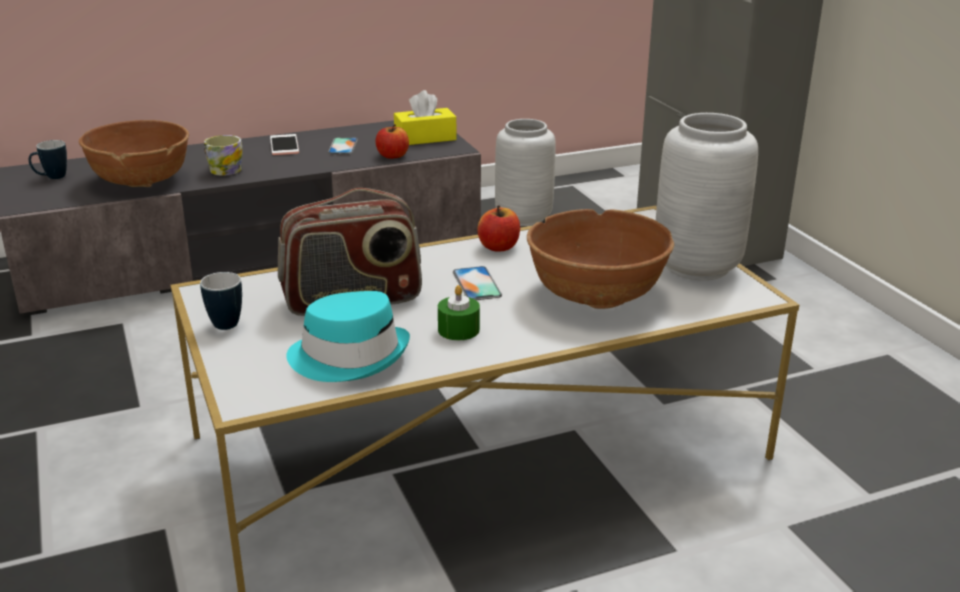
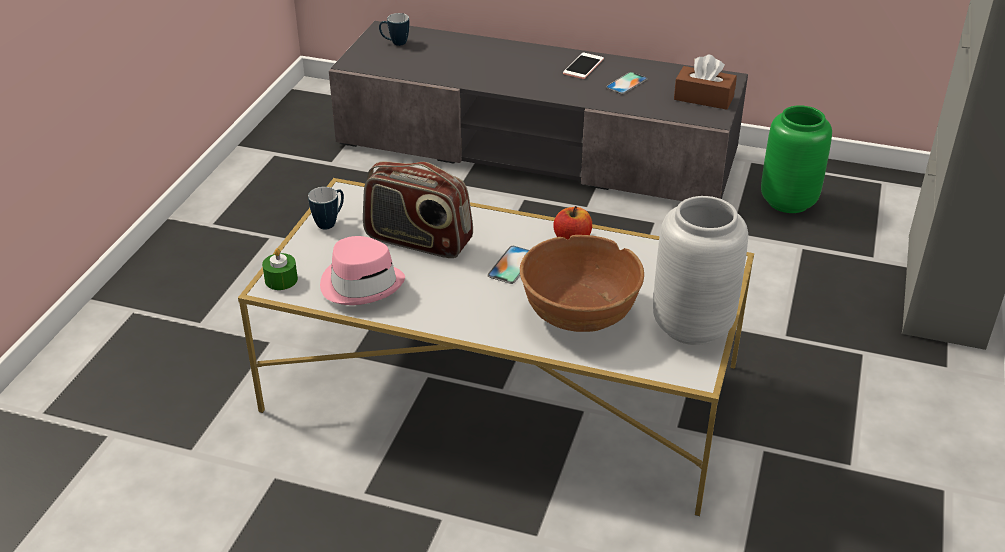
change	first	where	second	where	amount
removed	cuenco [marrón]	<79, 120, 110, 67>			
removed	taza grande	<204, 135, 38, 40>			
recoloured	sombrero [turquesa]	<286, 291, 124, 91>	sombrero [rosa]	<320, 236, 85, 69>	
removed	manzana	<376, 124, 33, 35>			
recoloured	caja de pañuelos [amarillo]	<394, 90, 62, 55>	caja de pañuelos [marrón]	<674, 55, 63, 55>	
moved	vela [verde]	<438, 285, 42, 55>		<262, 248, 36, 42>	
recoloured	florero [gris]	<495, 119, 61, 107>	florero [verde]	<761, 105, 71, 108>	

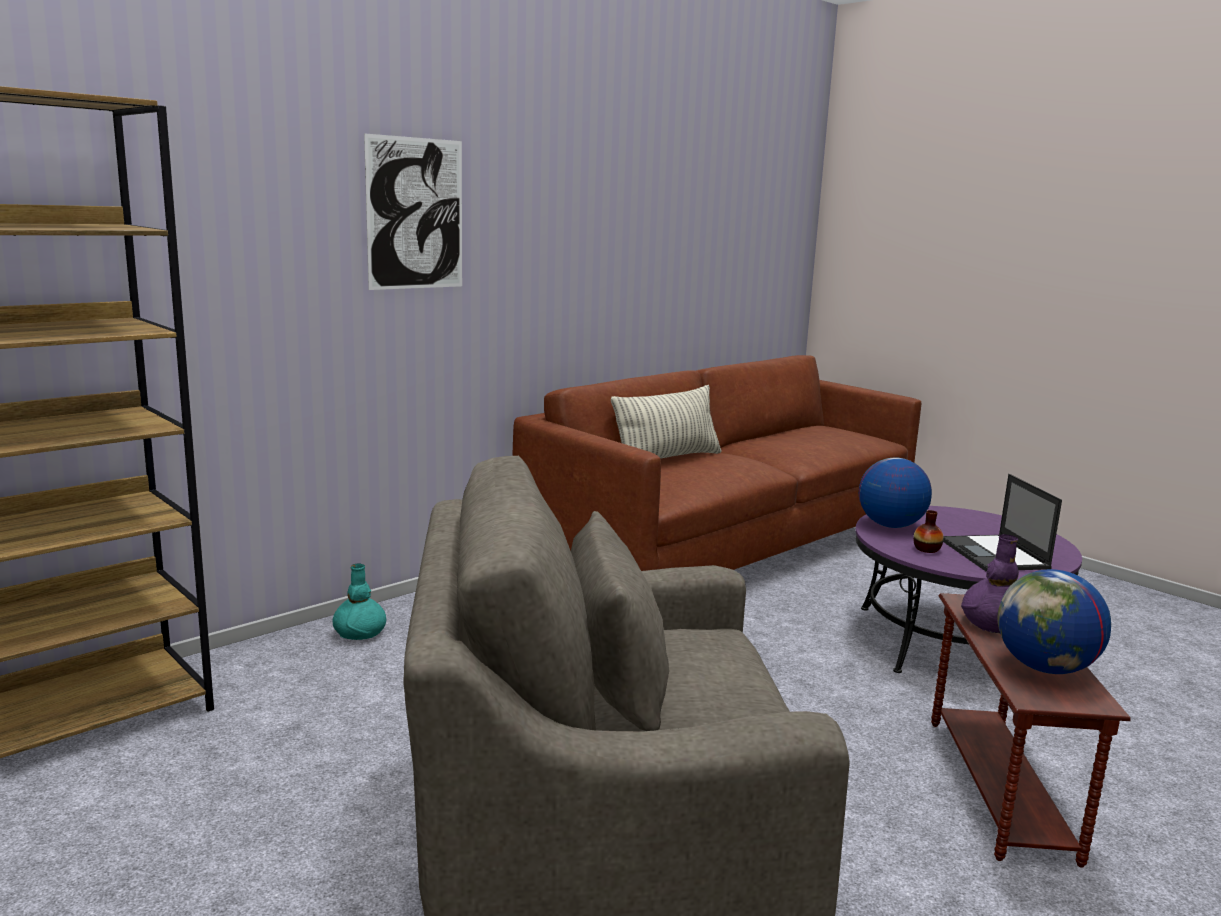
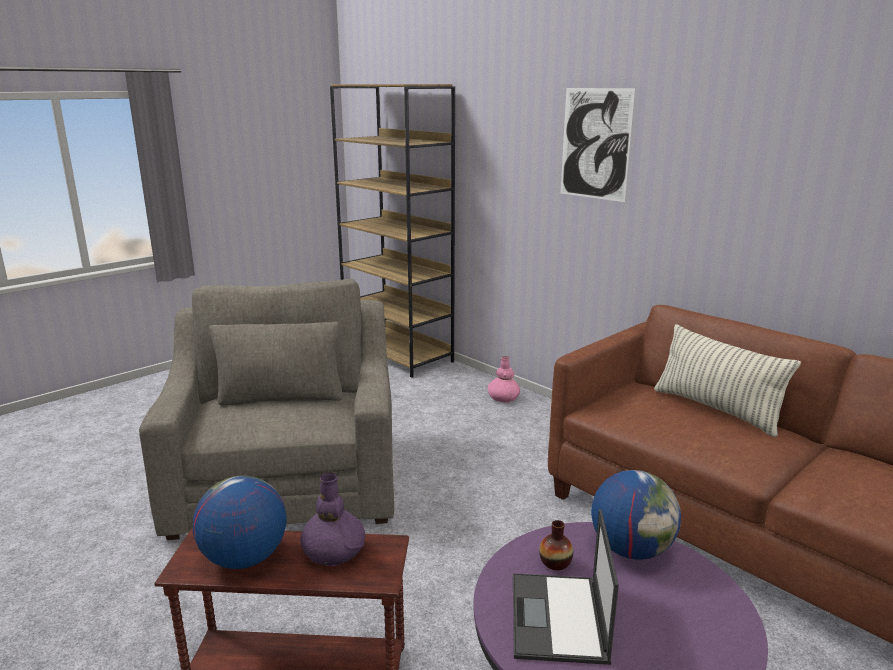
change	first	where	second	where	amount
recoloured	florero [turquesa]	<333, 563, 53, 77>	florero [rosa]	<488, 356, 32, 47>	
turned	portátil	<943, 474, 119, 97>		<513, 509, 106, 156>	75 degrees counterclockwise

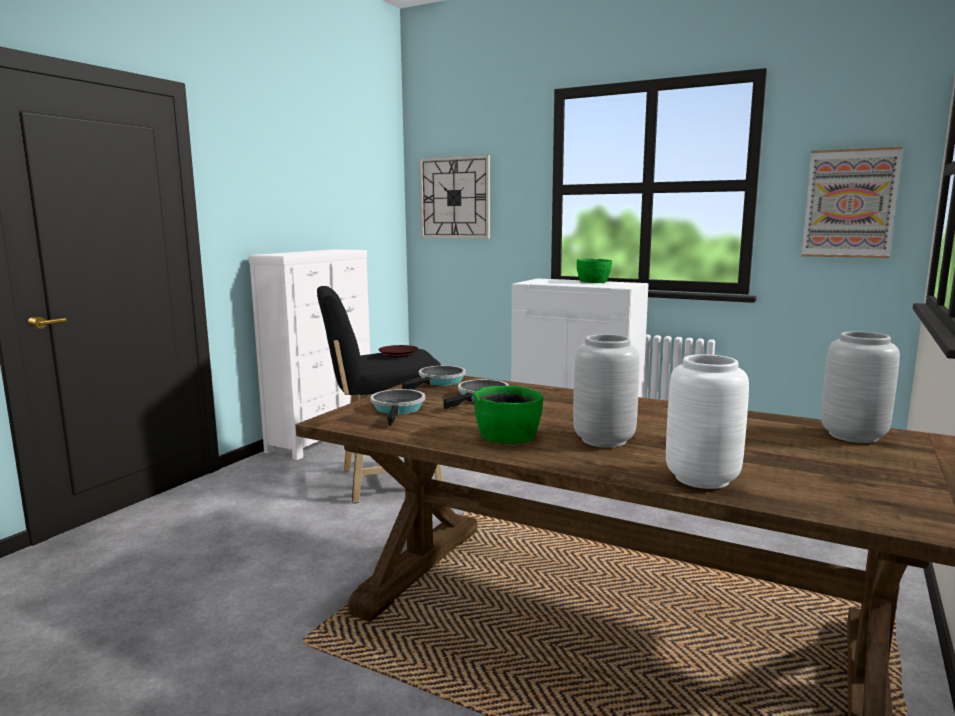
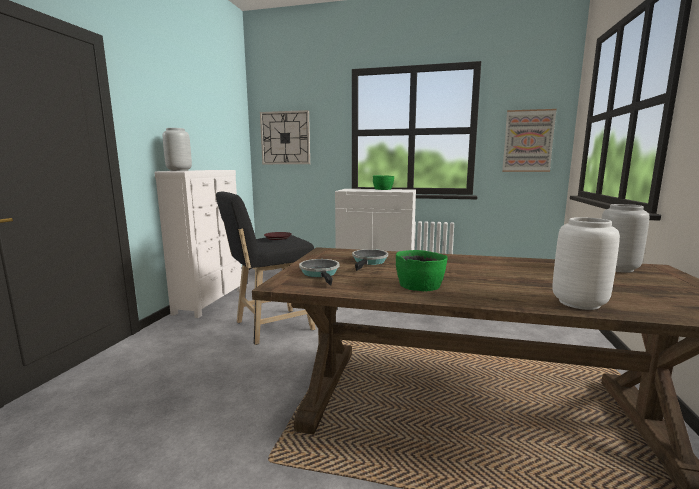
change	first	where	second	where	amount
removed	sartén	<402, 366, 64, 23>			
moved	florero [gris]	<573, 334, 66, 114>		<163, 128, 29, 43>	

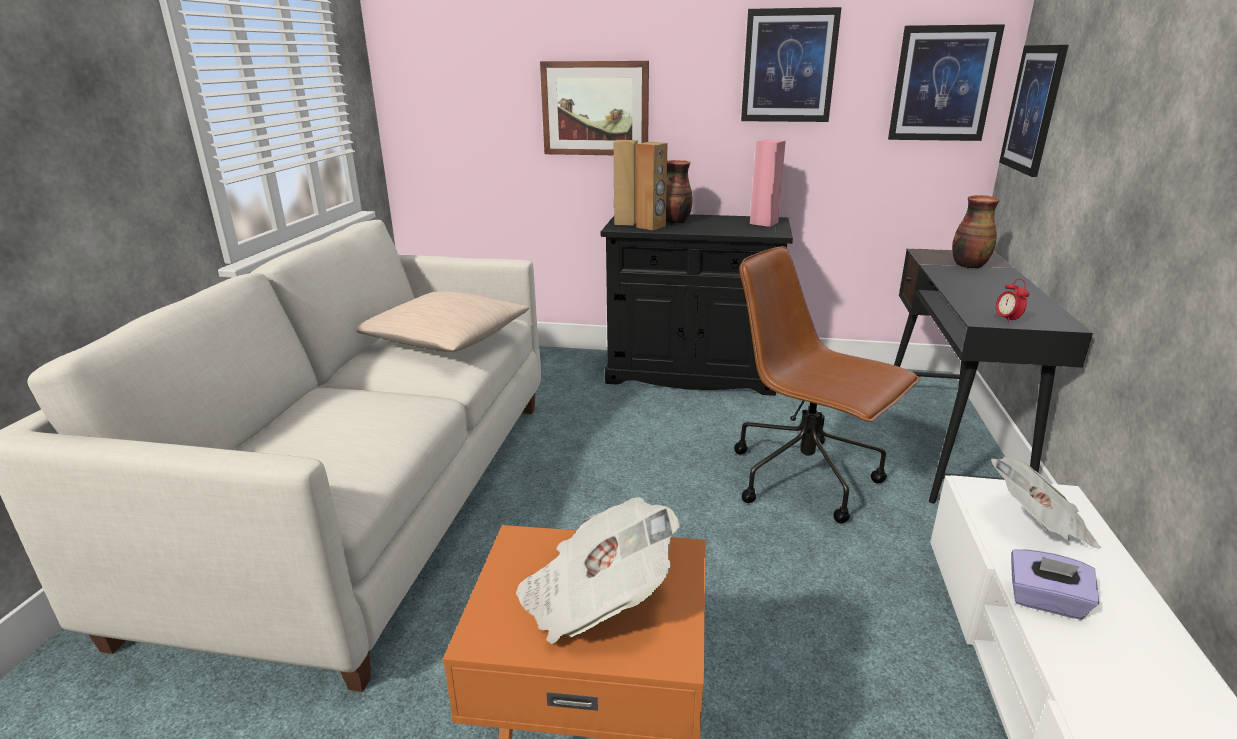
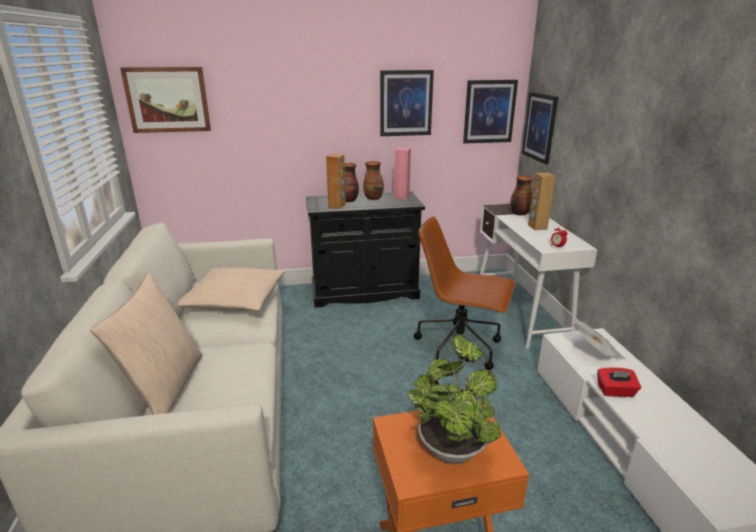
change	first	where	second	where	amount
replaced	periódico	<516, 497, 164, 147>	planta en maceta	<408, 334, 94, 130>	
moved	cuadro	<540, 61, 109, 94>		<120, 67, 91, 66>	
moved	altavoz [marrón]	<614, 140, 24, 85>		<528, 172, 27, 58>	
recoloured	escritorio [negro]	<894, 248, 199, 255>	escritorio [blanco]	<480, 204, 117, 144>	
recoloured	caja de pañuelos [morado]	<1011, 549, 88, 70>	caja de pañuelos [rojo]	<597, 367, 44, 30>	
added			cojín [beis]	<90, 273, 113, 142>	
added			florero	<363, 161, 21, 39>	

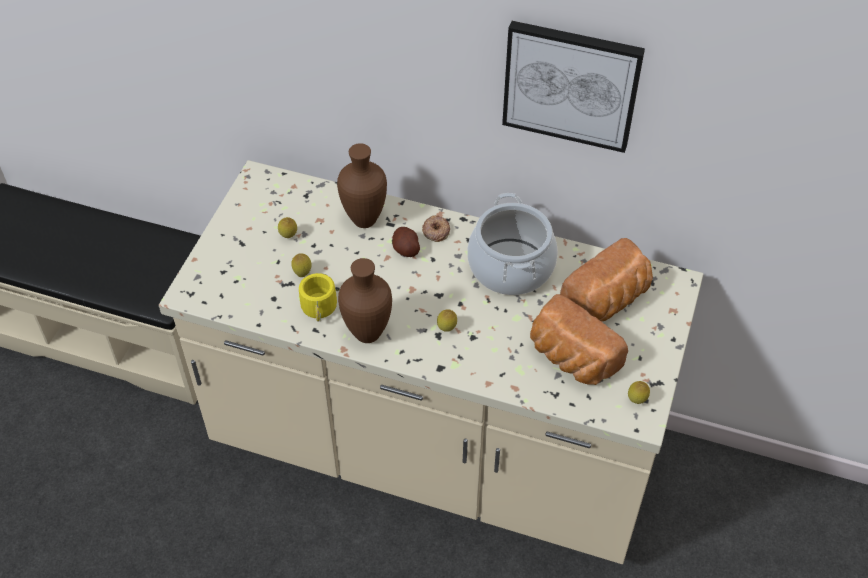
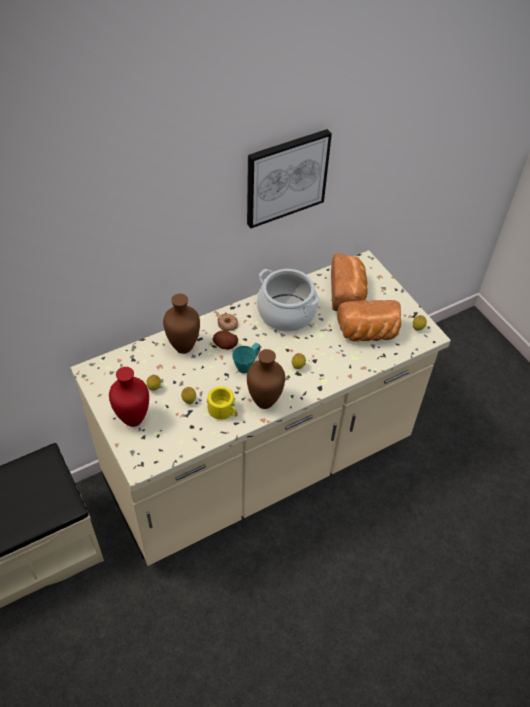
change	first	where	second	where	amount
added			florero [rojo]	<109, 367, 40, 60>	
added			taza grande [turquesa]	<232, 343, 29, 30>	

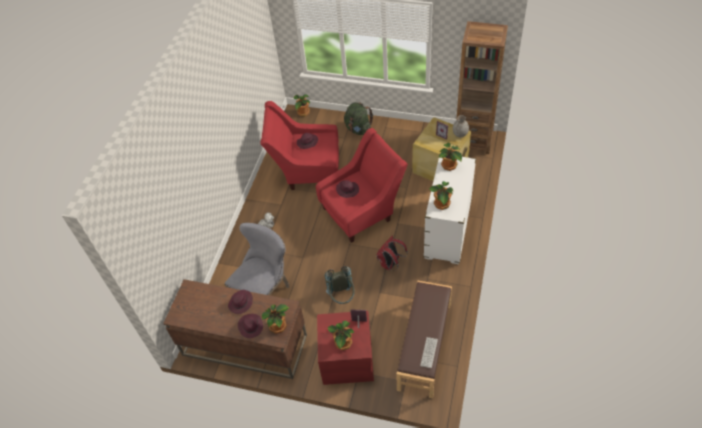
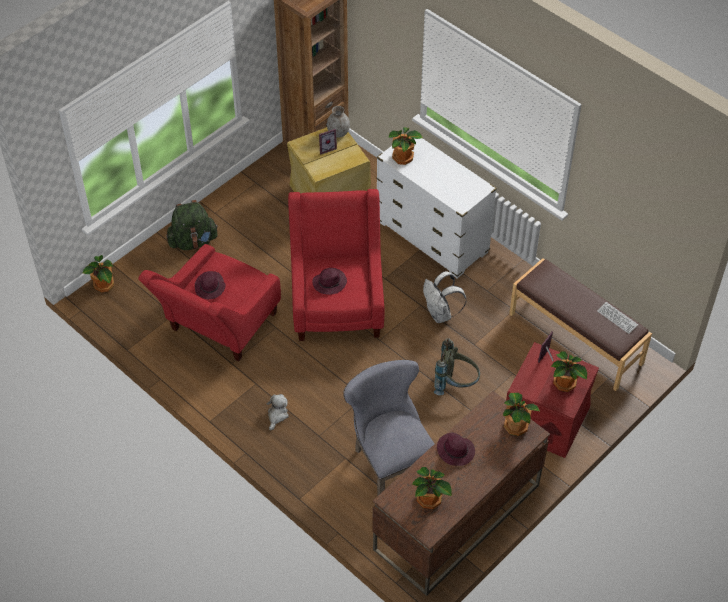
change	first	where	second	where	amount
removed	sombrero [morado]	<238, 314, 25, 24>			
recoloured	mochila [rojo]	<376, 236, 32, 35>	mochila [blanco]	<423, 271, 44, 52>	
moved	planta en maceta	<429, 181, 24, 29>		<412, 467, 40, 42>	

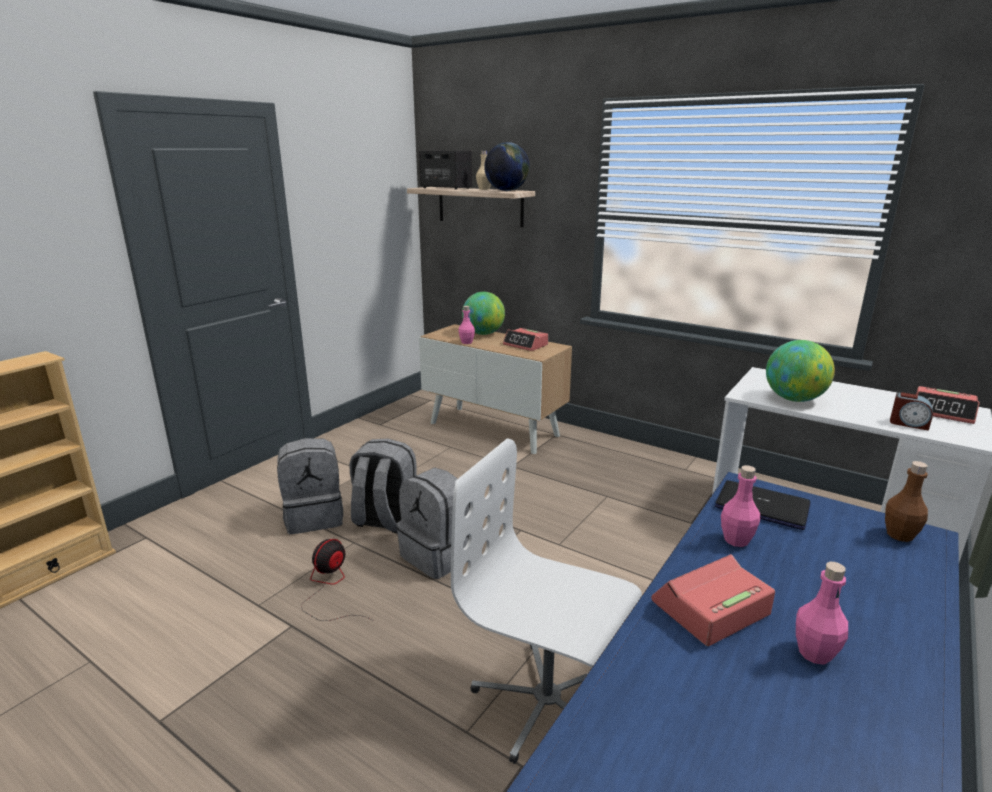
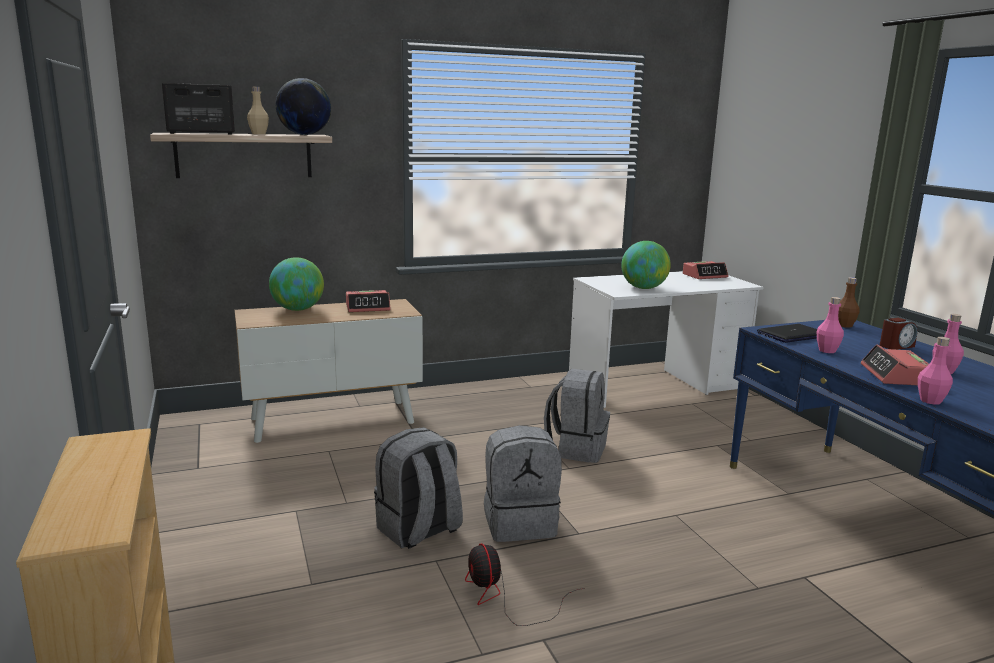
change	first	where	second	where	amount
moved	mochila [gris]	<277, 438, 66, 96>		<544, 369, 66, 94>	
removed	silla de oficina [blanco]	<451, 438, 191, 326>			
moved	botella [rosa]	<459, 306, 16, 38>		<918, 337, 35, 68>	
moved	despertador	<890, 392, 43, 39>		<880, 318, 38, 32>	

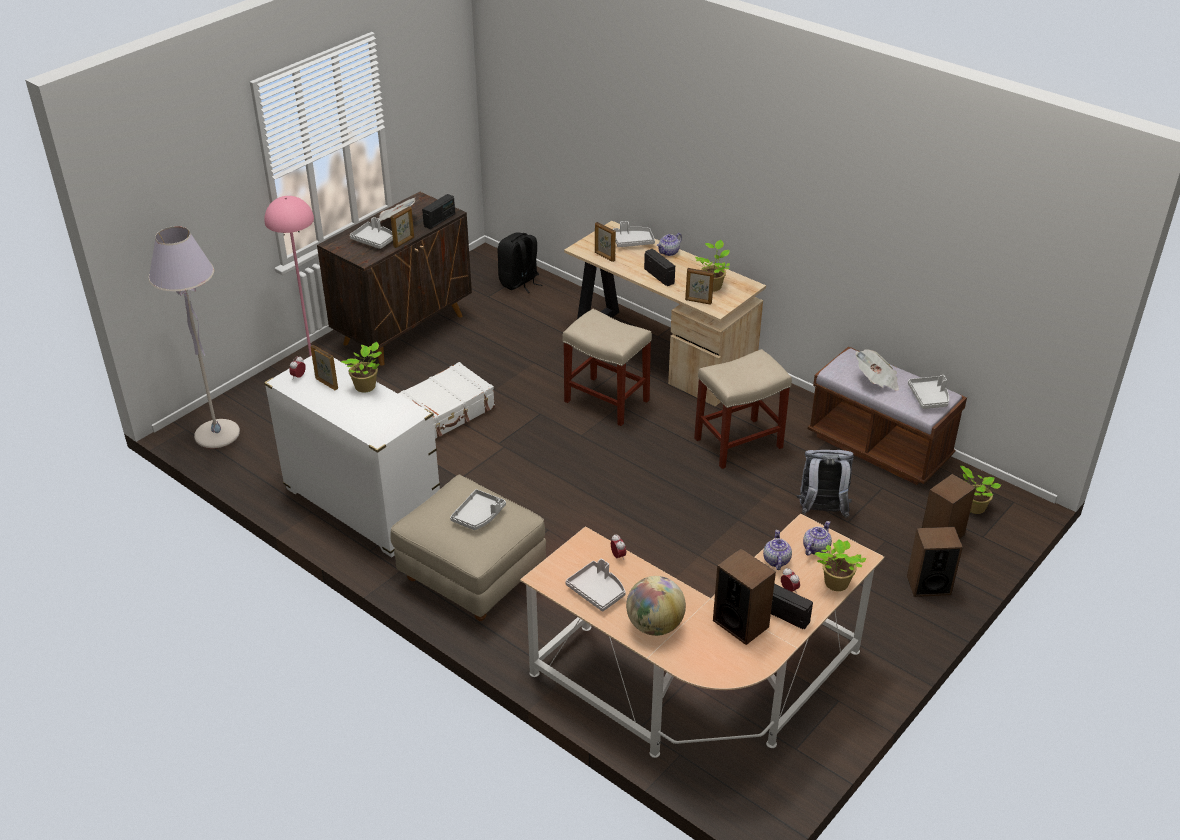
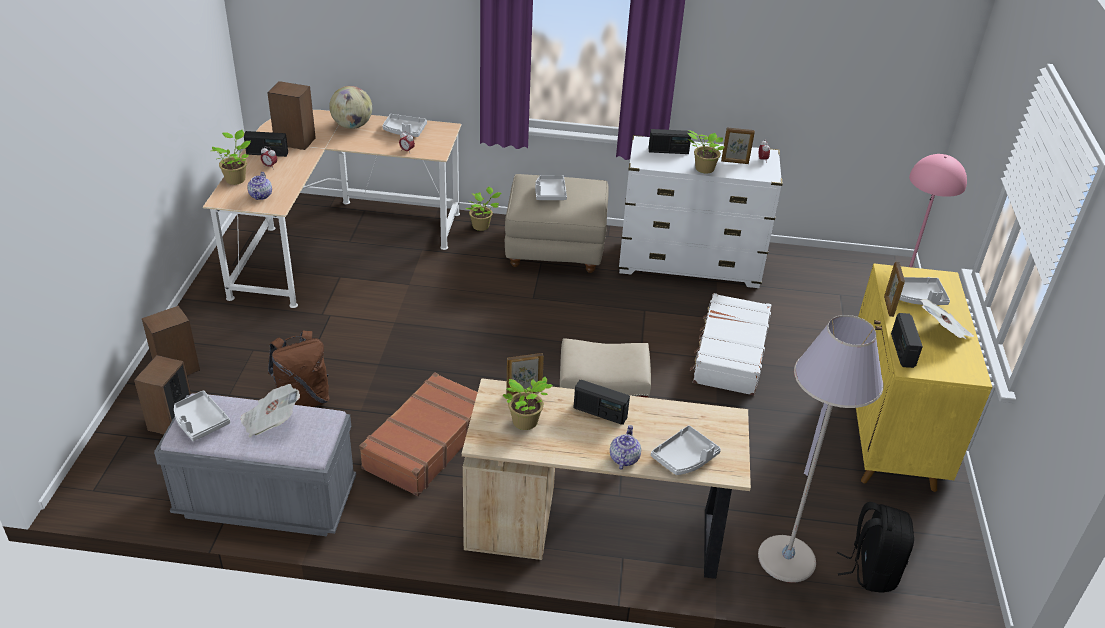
change	first	where	second	where	amount
moved	lámpara de pie [gris]	<148, 226, 92, 222>		<758, 315, 126, 268>	
recoloured	armario [marrón]	<317, 192, 155, 174>	armario [amarillo]	<856, 264, 136, 228>	
removed	portarretratos	<595, 222, 21, 40>			
replaced	taburete [beis]	<694, 349, 98, 120>	maleta [marrón]	<359, 372, 119, 124>	
removed	tetera	<763, 530, 29, 40>			
recoloured	mochila [gris]	<797, 450, 57, 68>	mochila [marrón]	<268, 330, 61, 77>	
recoloured	banco [marrón]	<808, 346, 159, 139>	banco [gris]	<154, 393, 202, 143>	
moved	planta en maceta	<960, 466, 41, 48>		<466, 186, 35, 45>	
added			radio	<649, 129, 42, 25>	

